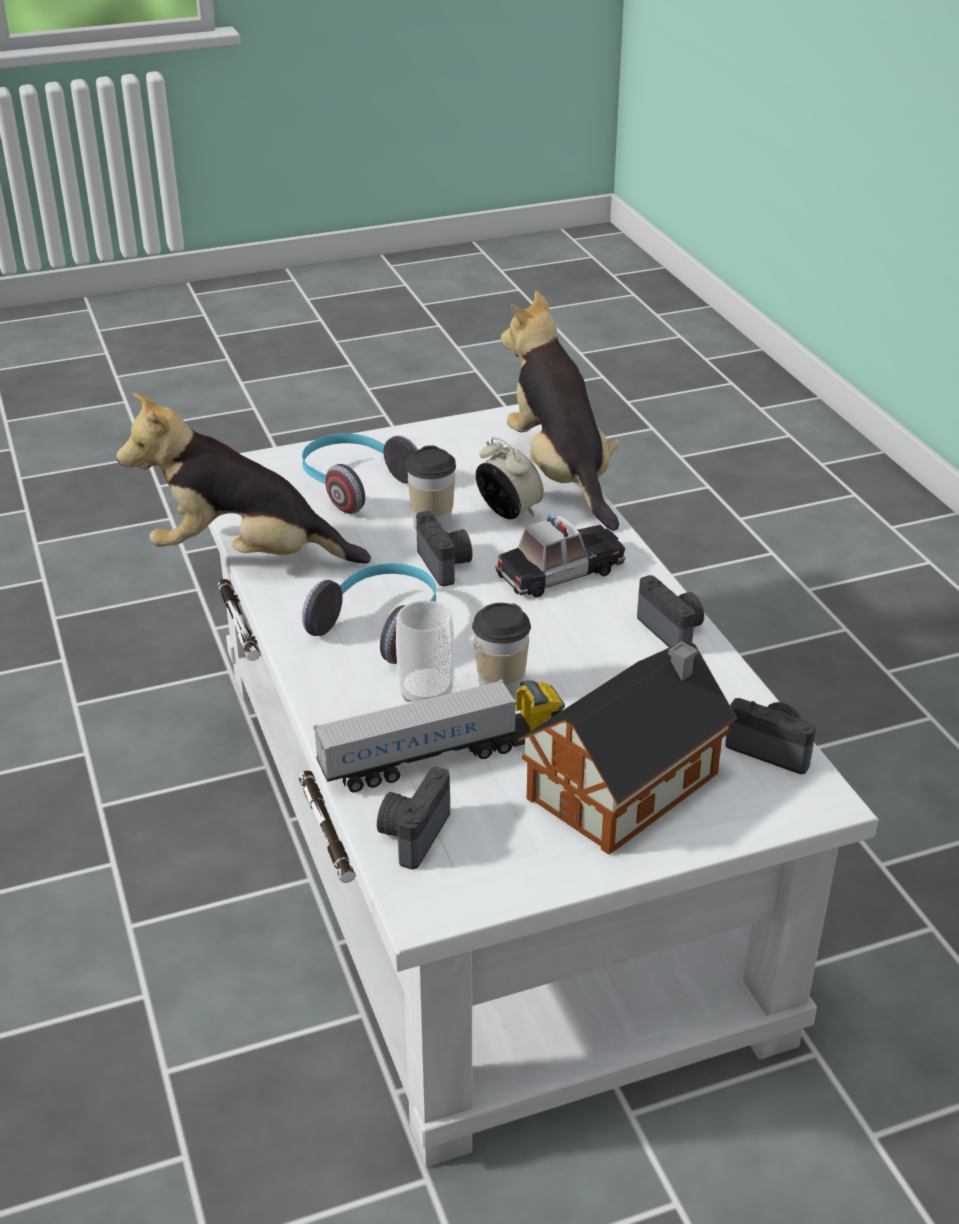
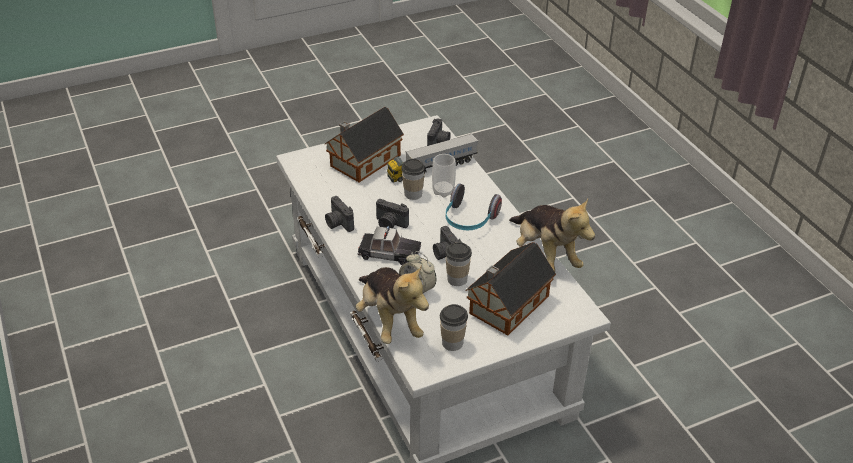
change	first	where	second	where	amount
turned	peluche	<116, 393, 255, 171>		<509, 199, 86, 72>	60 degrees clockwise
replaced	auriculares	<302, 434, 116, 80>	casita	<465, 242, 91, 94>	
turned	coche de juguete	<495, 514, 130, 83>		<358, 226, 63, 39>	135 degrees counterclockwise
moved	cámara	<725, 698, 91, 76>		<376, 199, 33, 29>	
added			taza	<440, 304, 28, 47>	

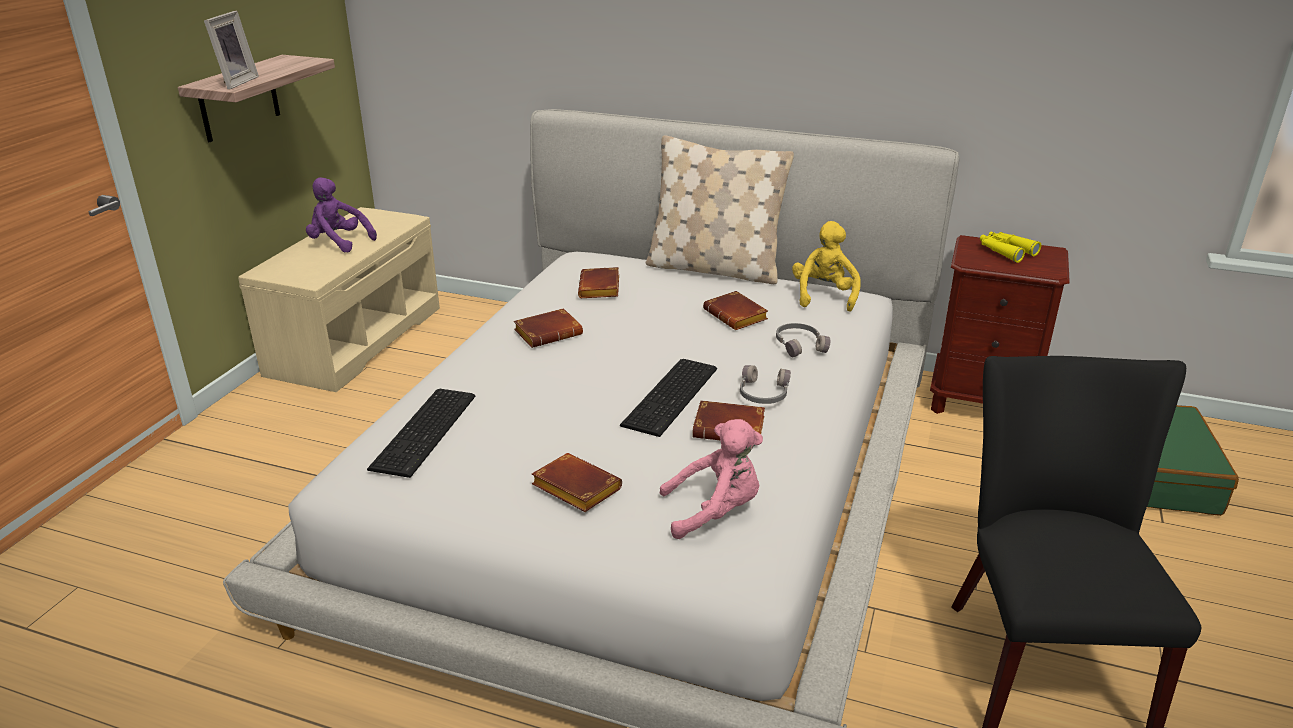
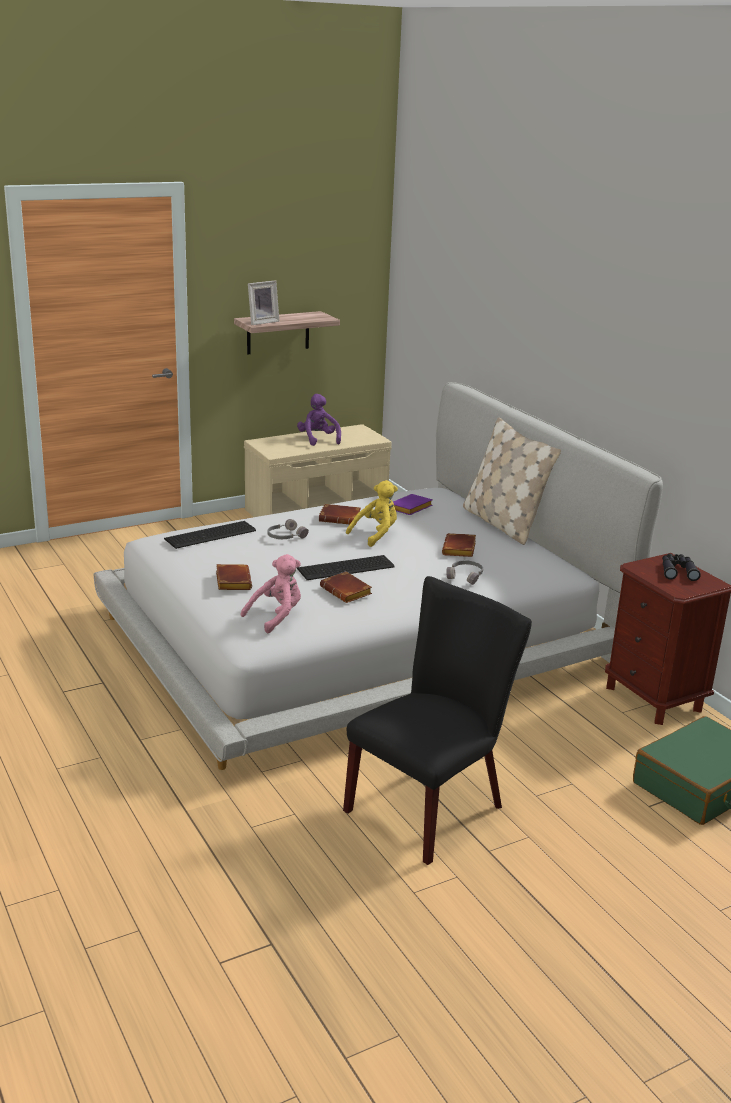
change	first	where	second	where	amount
recoloured	libro [marrón]	<578, 267, 41, 31>	libro [morado]	<393, 494, 40, 21>	
turned	peluche [rosa]	<660, 419, 103, 120>		<241, 554, 60, 80>	75 degrees counterclockwise
moved	auriculares [gris]	<740, 365, 51, 39>		<268, 519, 41, 20>	
moved	peluche [amarillo]	<792, 221, 69, 90>		<346, 480, 52, 67>	
recoloured	prismáticos [amarillo]	<980, 231, 61, 32>	prismáticos [negro]	<662, 553, 39, 28>	

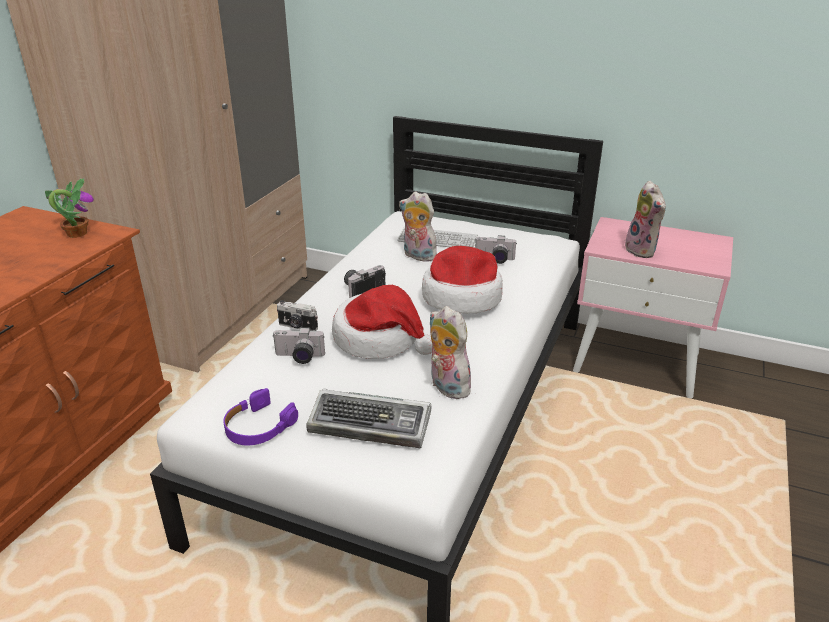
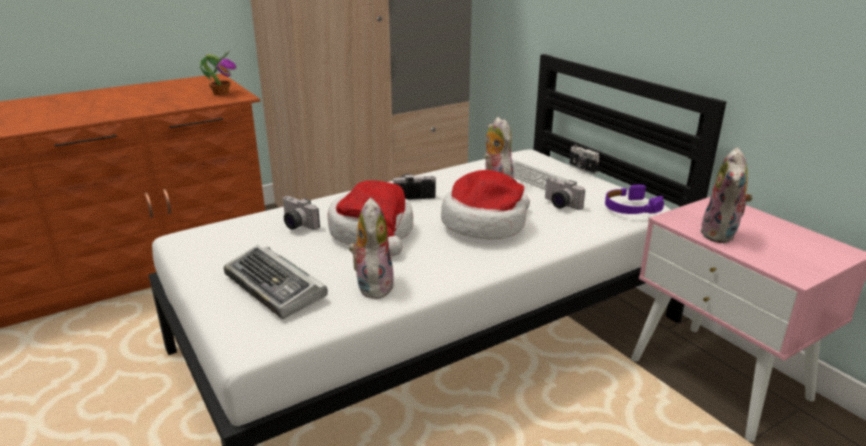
change	first	where	second	where	amount
moved	auriculares [morado]	<223, 388, 75, 57>		<605, 184, 59, 30>	
moved	cámara	<277, 300, 41, 31>		<569, 144, 31, 30>	

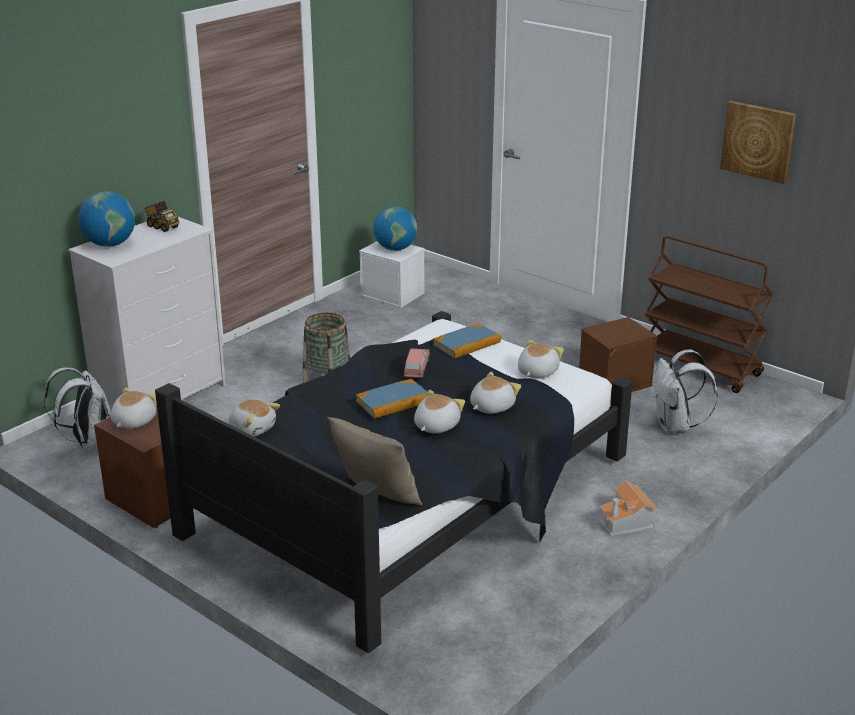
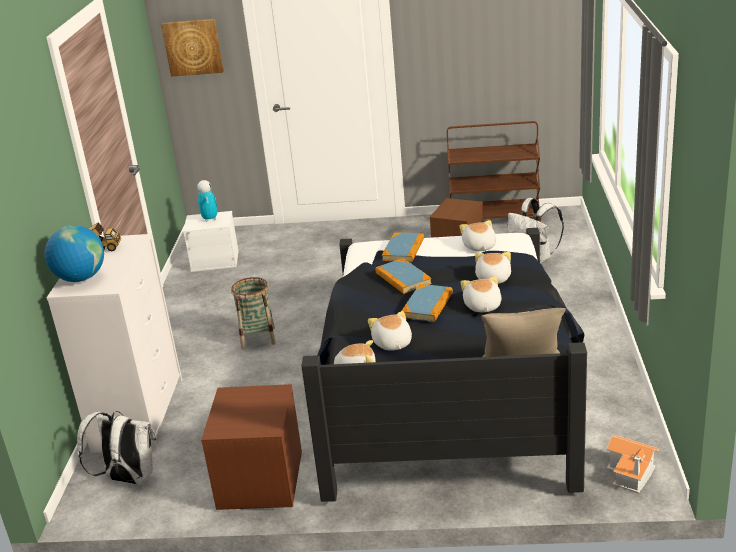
change	first	where	second	where	amount
moved	peluche	<111, 388, 46, 41>		<368, 311, 44, 40>	
replaced	globo terráqueo	<373, 207, 44, 44>	robot de juguete	<197, 180, 20, 42>	
replaced	coche de juguete [rosa]	<404, 348, 25, 30>	libro	<375, 258, 57, 36>	
moved	casita	<599, 480, 59, 56>		<607, 435, 52, 59>	
moved	cuadro	<720, 101, 76, 83>		<161, 19, 63, 58>	

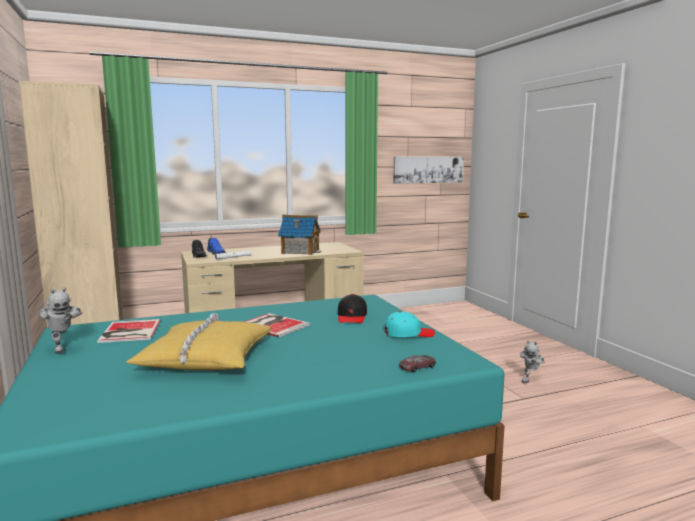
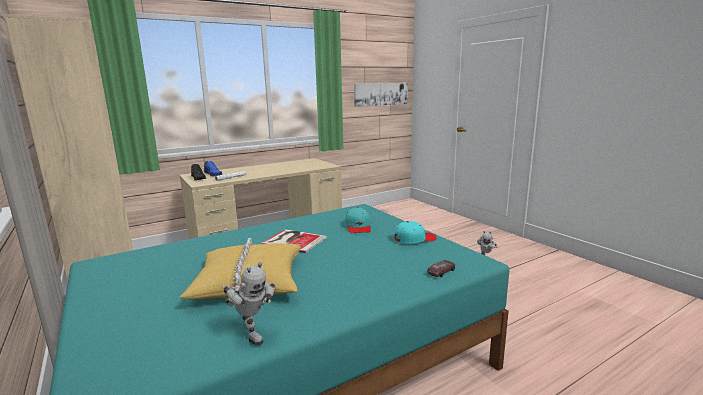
change	first	where	second	where	amount
moved	robot de juguete	<38, 287, 44, 67>		<222, 262, 53, 84>	
removed	libro	<97, 319, 64, 24>			
removed	casita	<278, 215, 43, 40>			
recoloured	gorra [negro]	<338, 294, 29, 29>	gorra [turquesa]	<345, 207, 26, 26>	

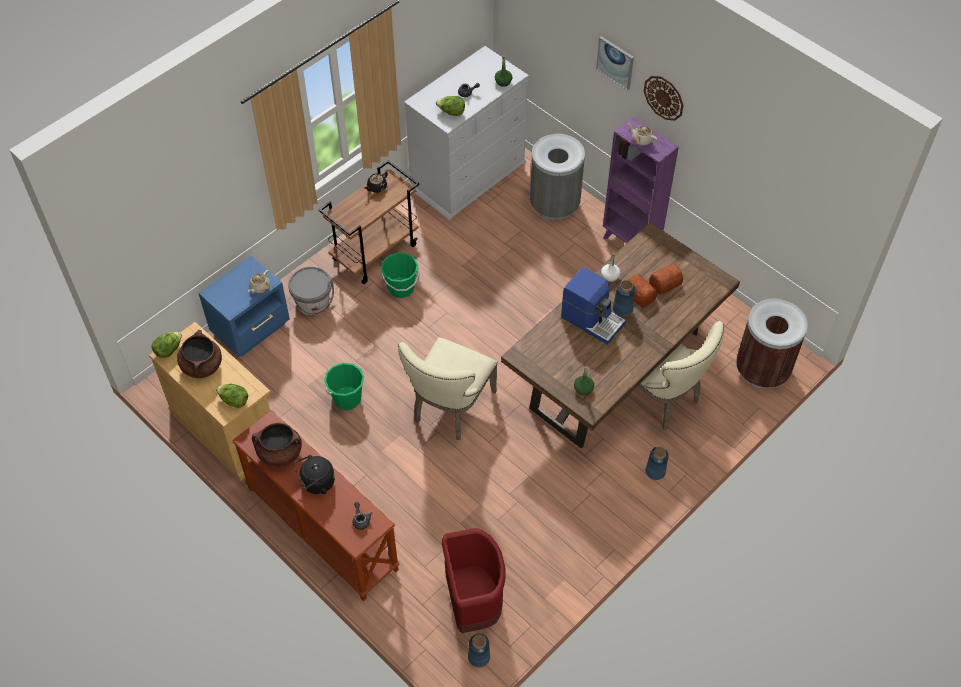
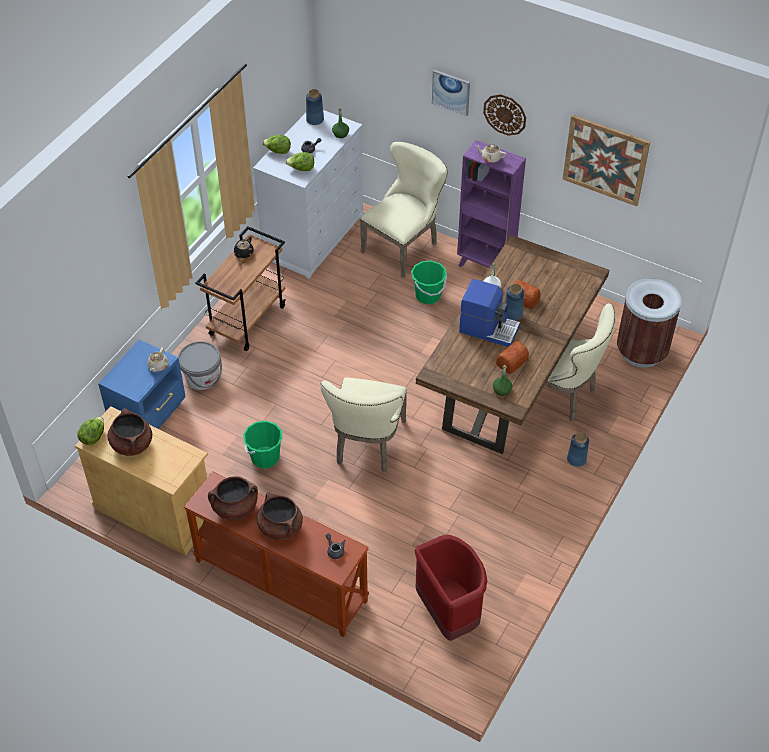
change	first	where	second	where	amount
moved	lechuga	<216, 384, 32, 24>		<262, 135, 29, 19>	
replaced	hervidor [negro]	<293, 455, 42, 39>	olla [marrón]	<256, 492, 47, 48>	
moved	cubo [verde]	<381, 252, 38, 46>		<411, 260, 36, 44>	
moved	florero [azul]	<468, 634, 22, 33>		<306, 89, 18, 36>	
replaced	papelera [gris]	<530, 134, 55, 87>	silla [beis]	<360, 142, 88, 136>	
moved	pan	<649, 263, 34, 31>		<496, 341, 33, 33>	
added			cuadro	<563, 115, 87, 91>	

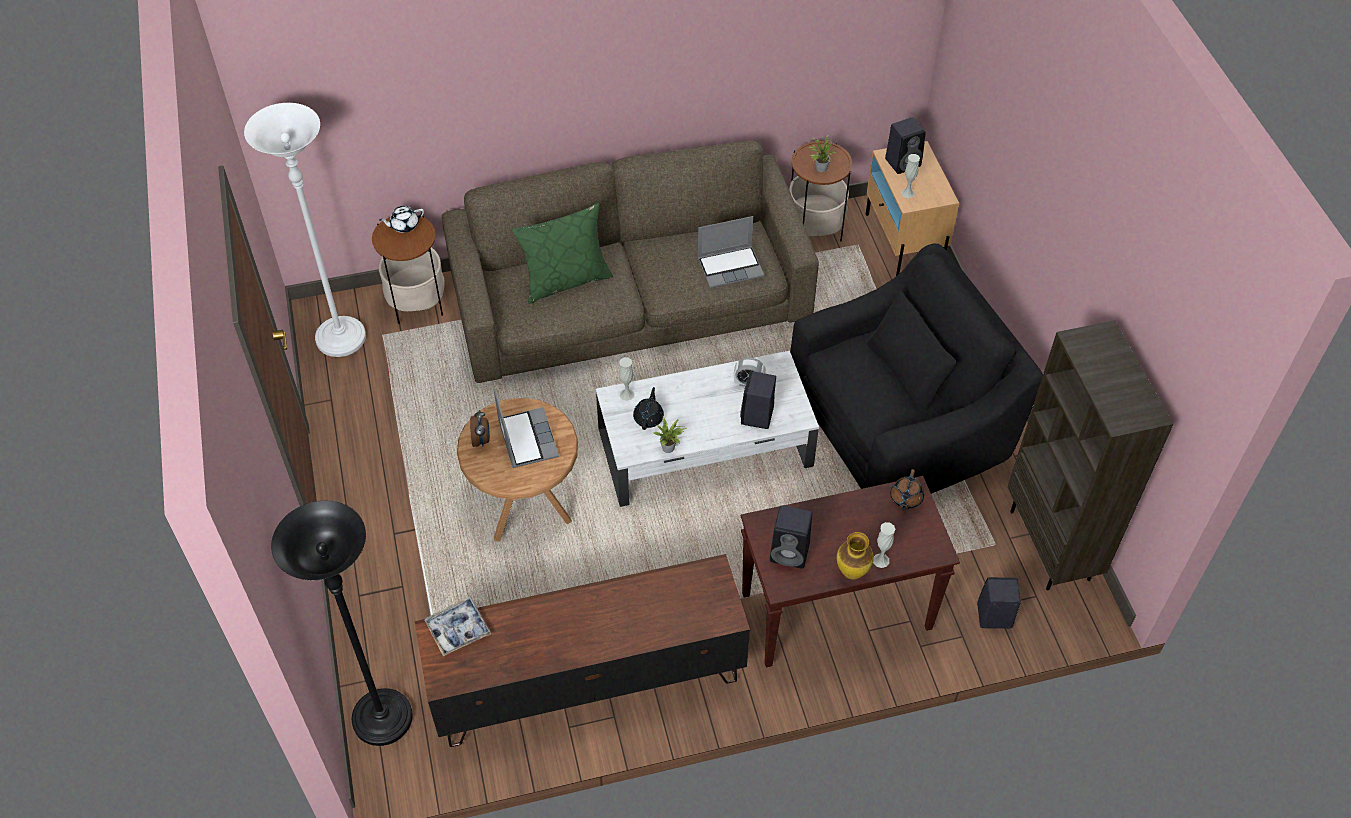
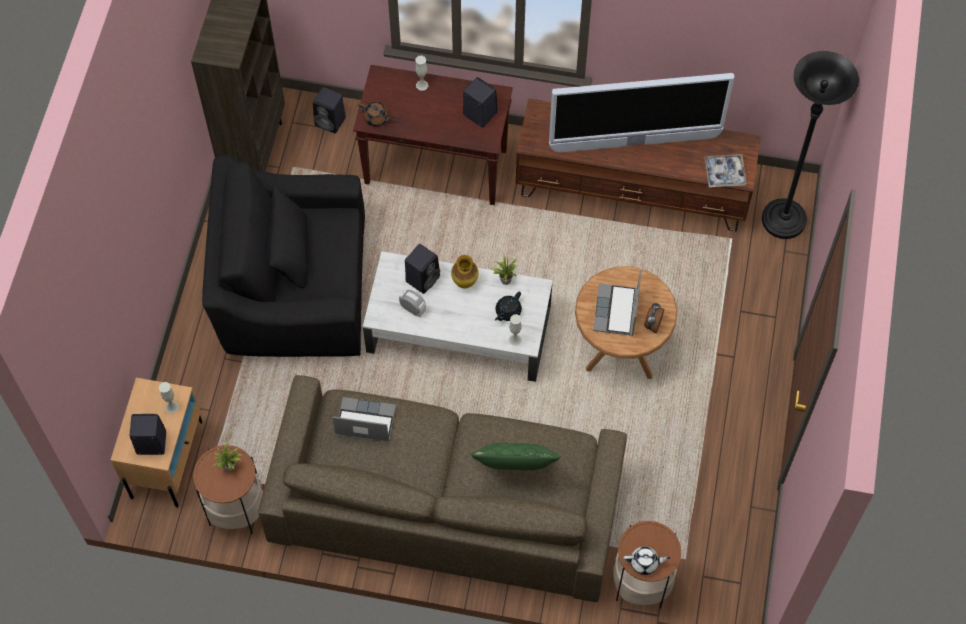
change	first	where	second	where	amount
removed	lámpara de pie [blanco]	<244, 103, 122, 254>			
moved	florero	<837, 532, 37, 47>		<451, 255, 27, 34>	
turned	tetera [marrón]	<890, 469, 34, 41>		<358, 102, 37, 24>	75 degrees clockwise
added			televisor	<549, 73, 186, 79>	

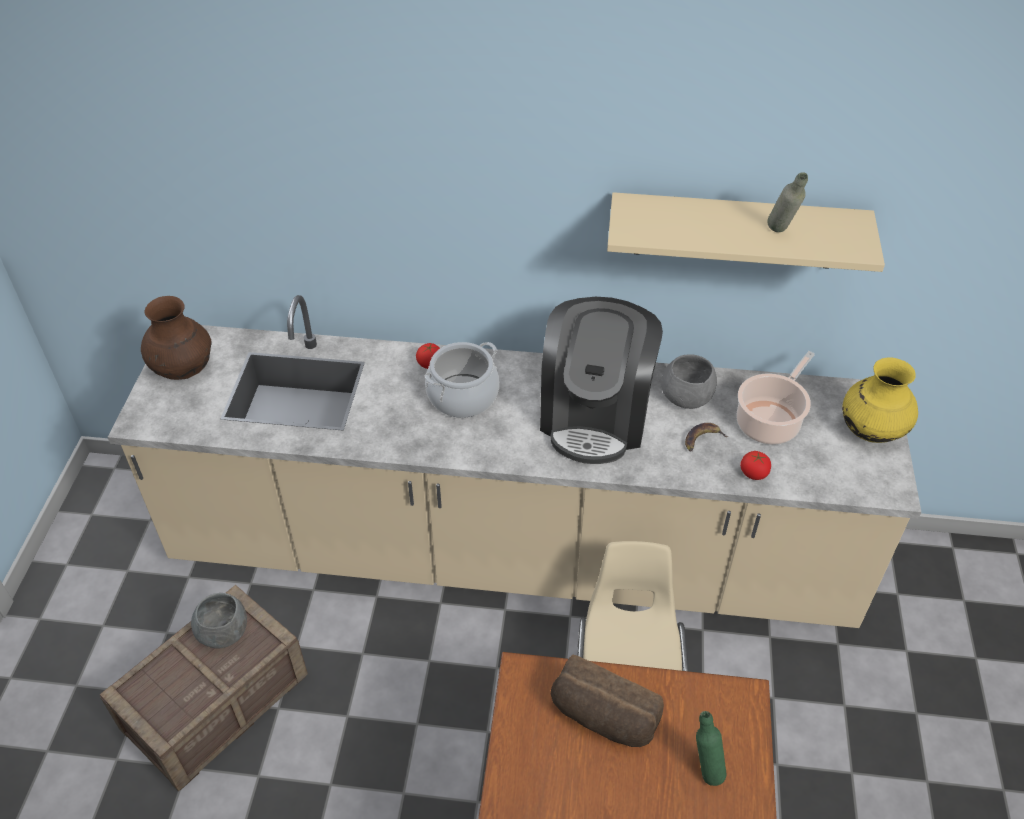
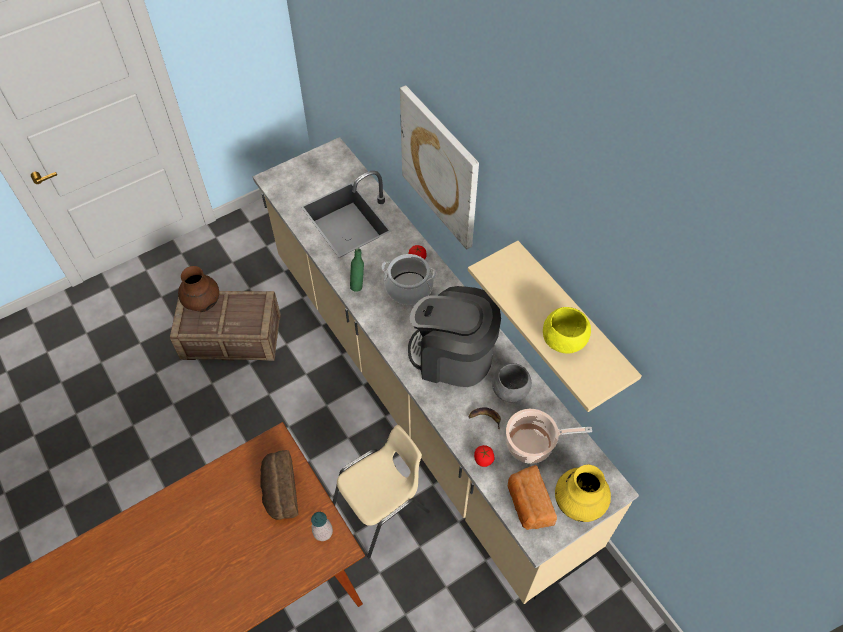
change	first	where	second	where	amount
moved	florero [marrón]	<141, 296, 70, 84>		<178, 266, 41, 46>	
removed	cuenco [gris]	<191, 593, 56, 55>			
turned	cafetera	<540, 297, 123, 167>		<408, 286, 93, 101>	45 degrees clockwise
moved	botella [verde]	<696, 711, 30, 75>		<350, 248, 14, 44>	
replaced	botella [gris]	<767, 172, 41, 60>	cuenco [amarillo]	<543, 307, 48, 47>	
added			dispensador de jabón	<311, 512, 22, 29>	
added			cuadro	<400, 85, 79, 165>	
added			pan	<508, 465, 49, 65>	

